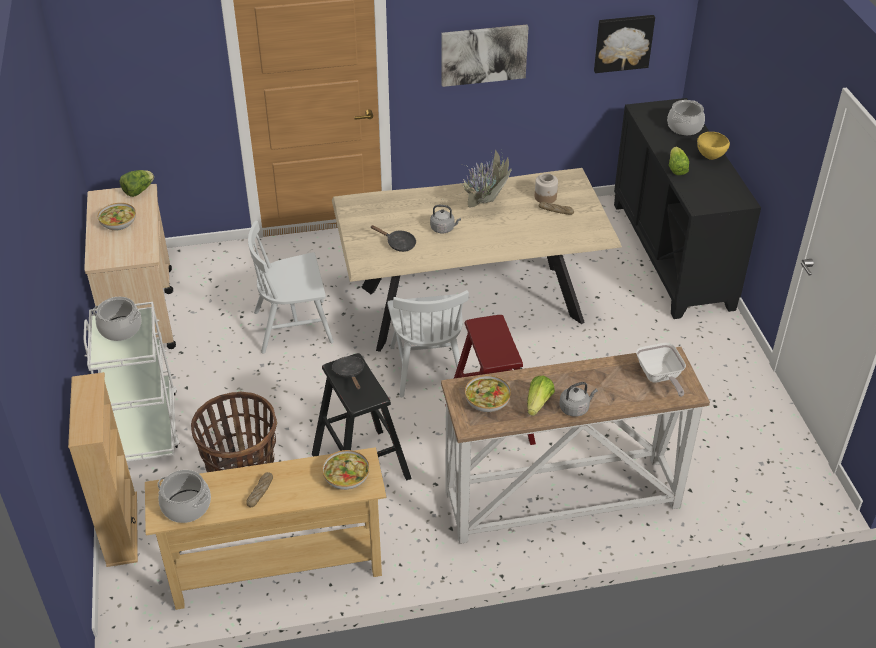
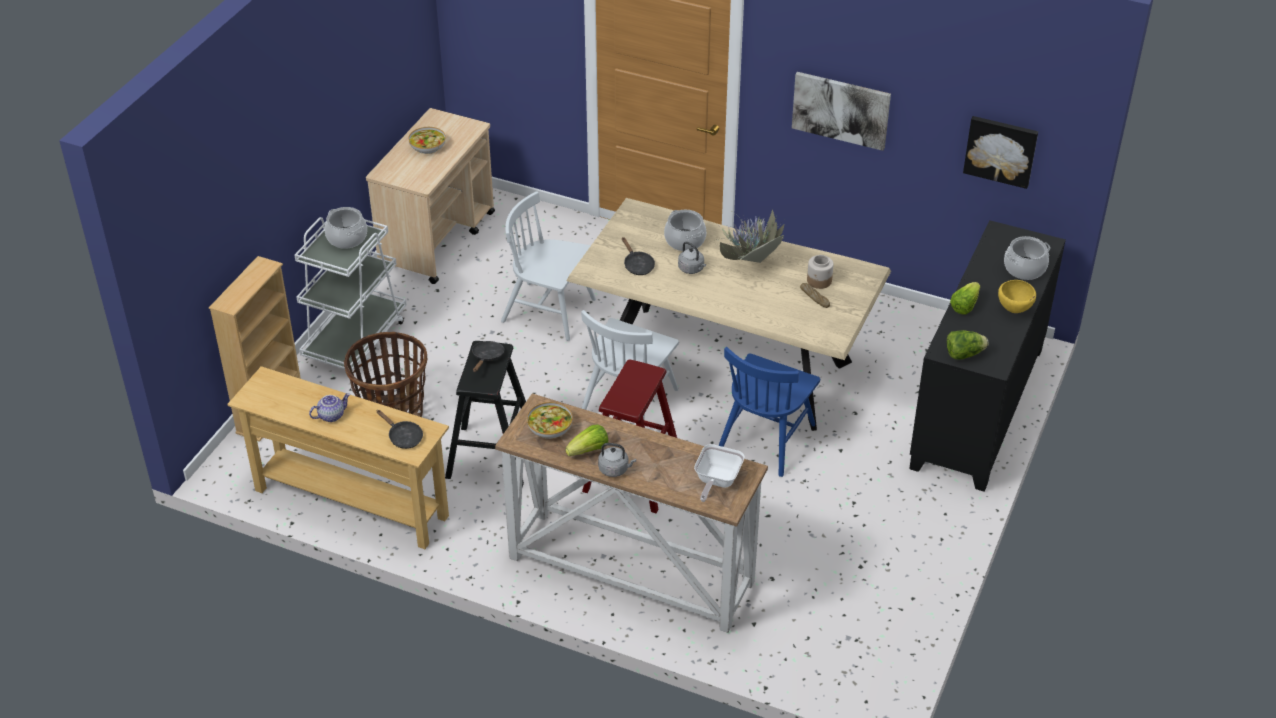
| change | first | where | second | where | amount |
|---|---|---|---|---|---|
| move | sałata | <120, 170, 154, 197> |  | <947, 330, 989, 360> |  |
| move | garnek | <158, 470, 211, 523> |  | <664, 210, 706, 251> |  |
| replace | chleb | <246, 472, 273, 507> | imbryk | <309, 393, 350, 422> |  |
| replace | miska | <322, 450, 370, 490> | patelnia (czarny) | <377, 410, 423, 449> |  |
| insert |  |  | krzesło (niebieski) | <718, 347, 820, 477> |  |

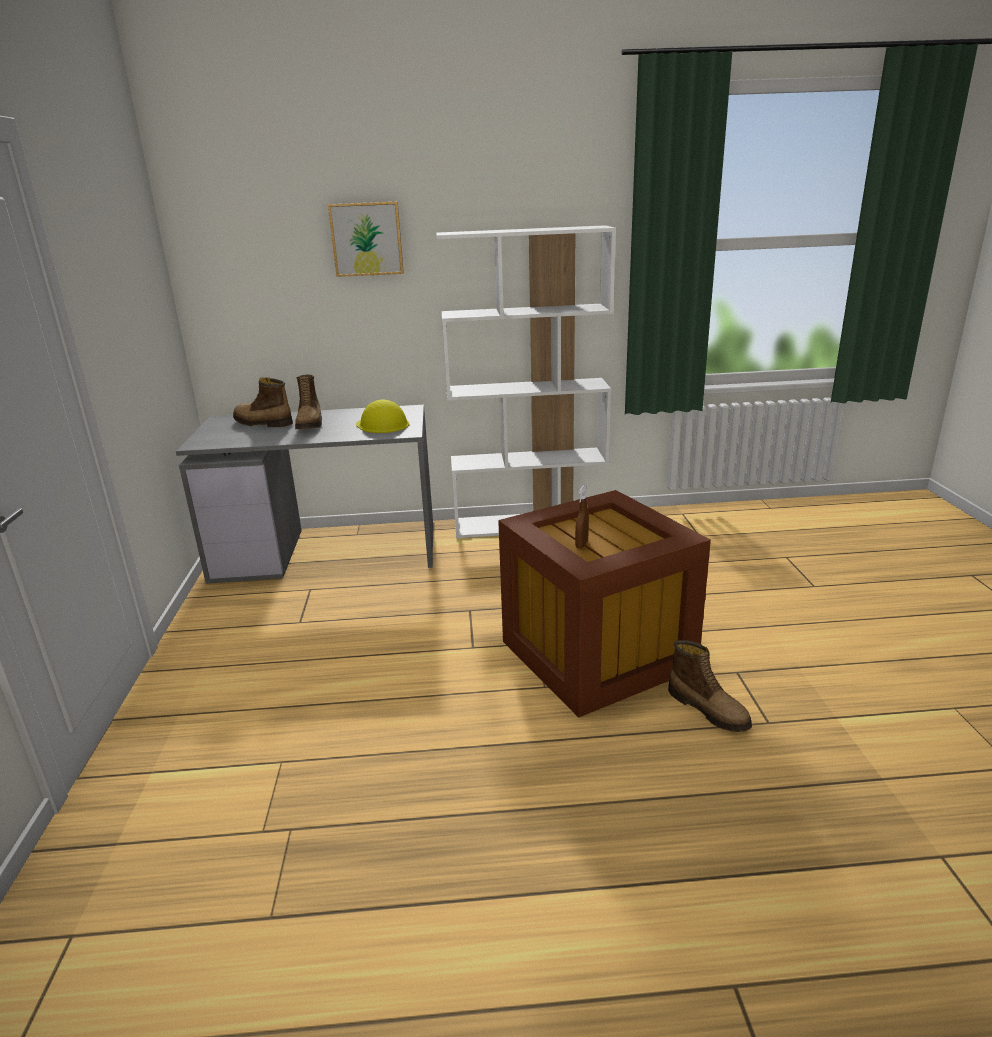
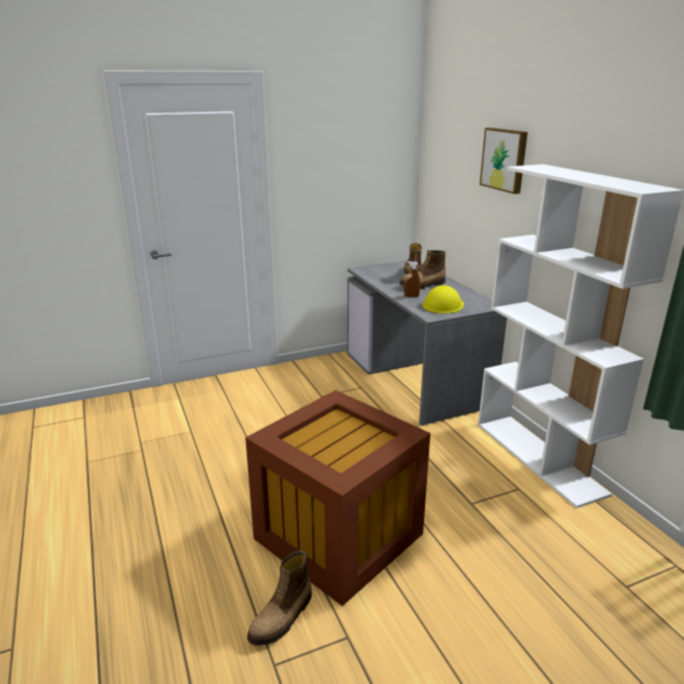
| change | first | where | second | where | amount |
|---|---|---|---|---|---|
| move | spryskiwacz (brązowy) | <575, 485, 589, 549> |  | <404, 261, 420, 297> |  |

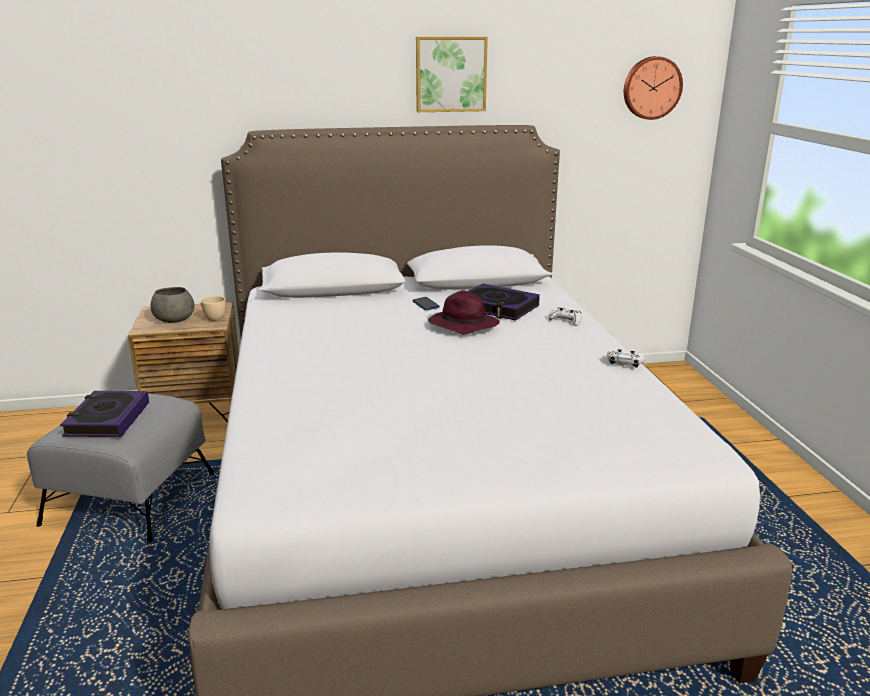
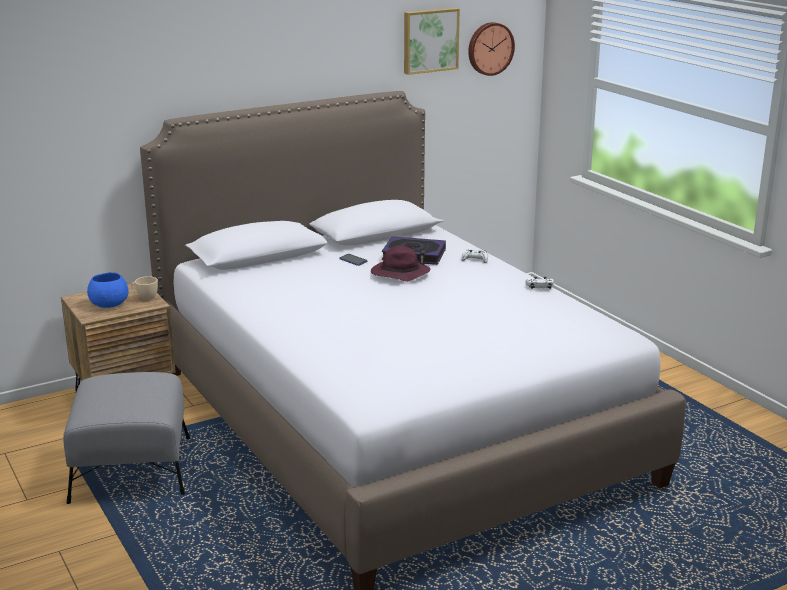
| change | first | where | second | where | amount |
|---|---|---|---|---|---|
| delete | książka | <60, 391, 149, 437> |  |  |  |
| recolor | miska (szary) | <150, 287, 195, 323> | miska (niebieski) | <87, 272, 129, 308> |  |
| move | obraz | <416, 37, 488, 112> |  | <404, 8, 460, 75> |  |

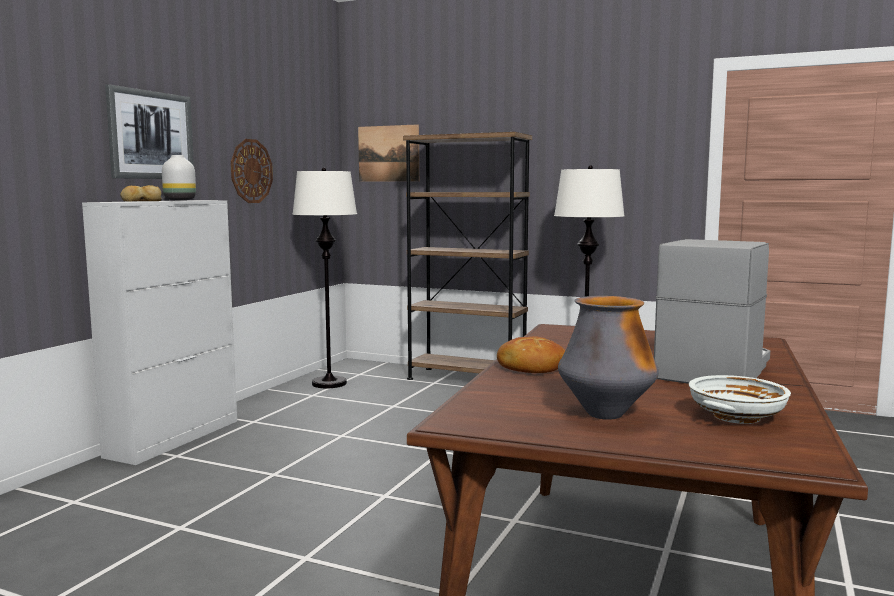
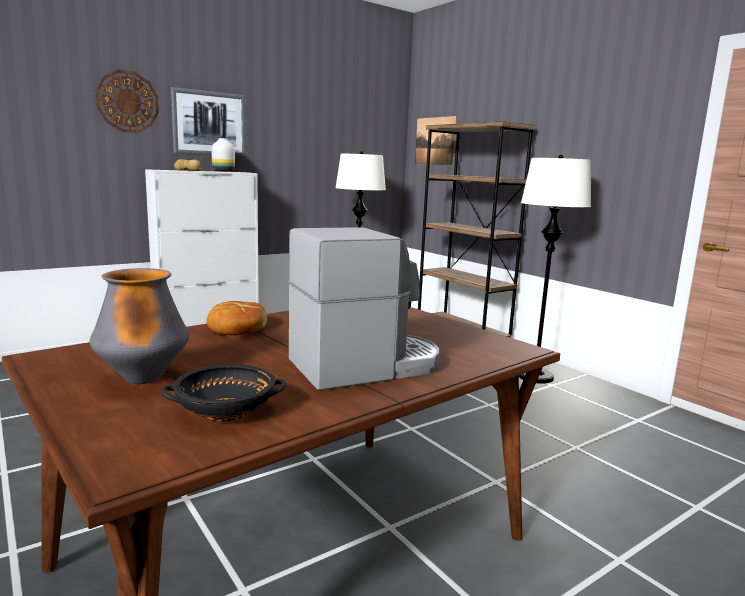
| change | first | where | second | where | amount |
|---|---|---|---|---|---|
| move | zegar ścienny | <231, 139, 273, 203> |  | <95, 70, 159, 133> |  |
| recolor | miska (biały) | <689, 375, 791, 424> | miska (czarny) | <161, 364, 286, 421> |  |

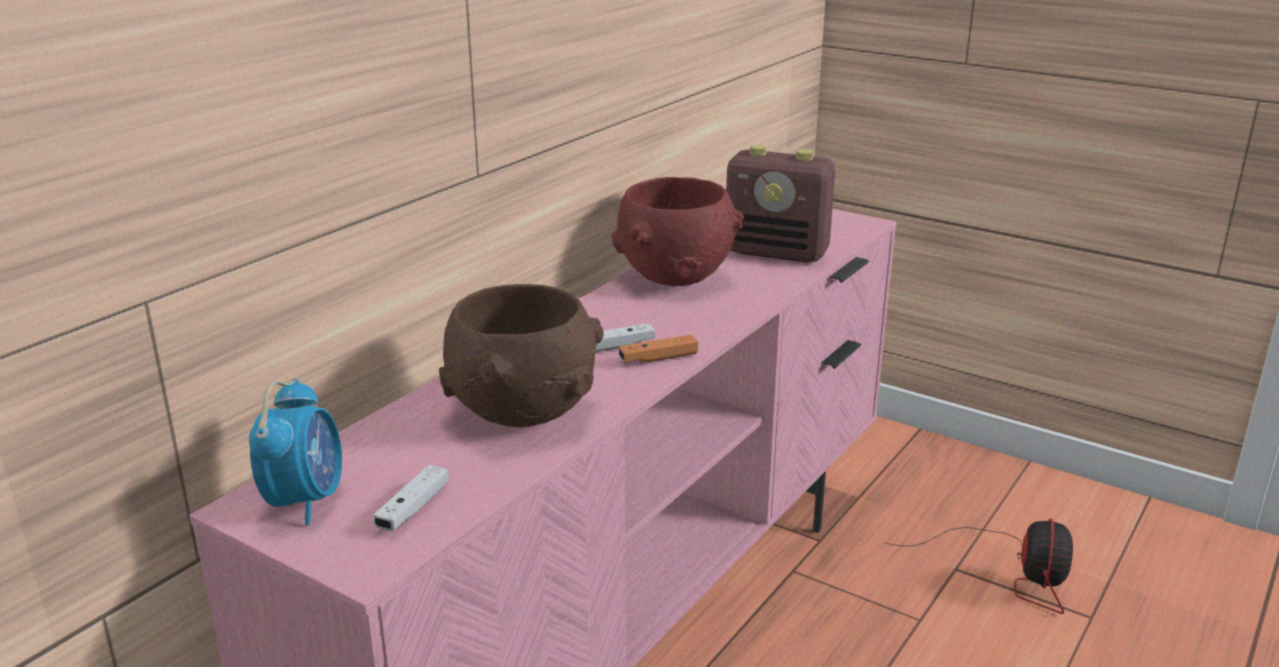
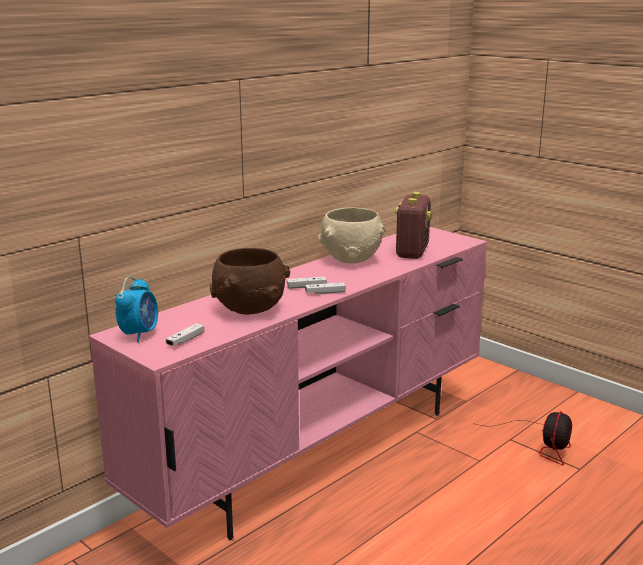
| change | first | where | second | where | amount |
|---|---|---|---|---|---|
| recolor | miska (czerwony) | <612, 177, 744, 286> | miska (beżowy) | <319, 207, 386, 263> |  |
| recolor | pad do gier (pomarańczowy) | <619, 334, 698, 363> | pad do gier (biały) | <305, 282, 346, 294> |  |
| rotate | radio | <726, 145, 835, 262> |  | <394, 192, 432, 259> | 105 degrees counterclockwise |

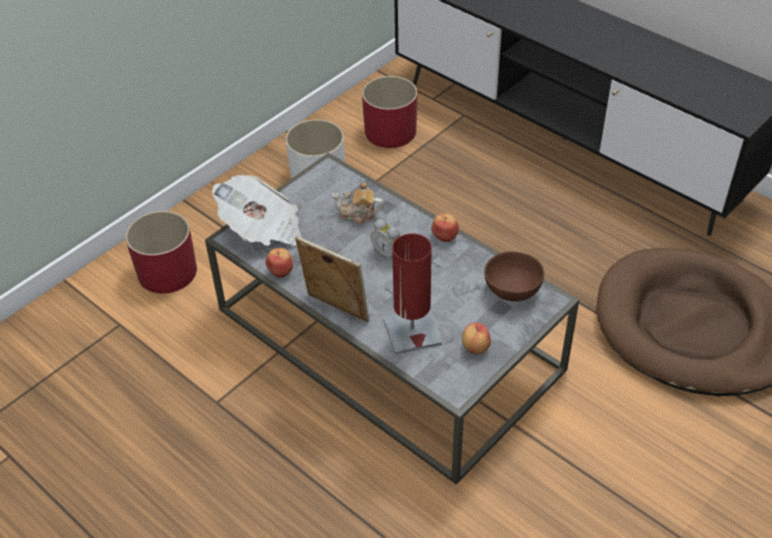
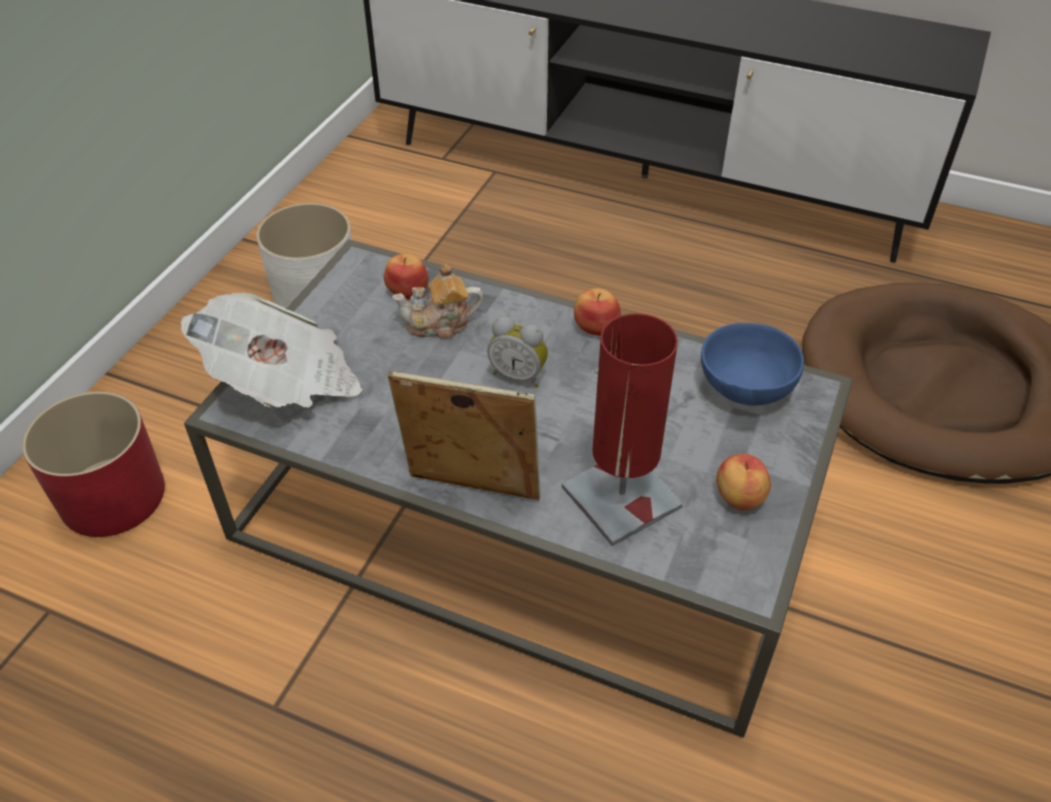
| change | first | where | second | where | amount |
|---|---|---|---|---|---|
| move | jabłko | <266, 248, 293, 278> |  | <384, 253, 429, 300> |  |
| delete | donica (czerwony) | <362, 76, 417, 148> |  |  |  |
| recolor | miska (brązowy) | <484, 251, 544, 301> | miska (niebieski) | <701, 323, 804, 406> |  |

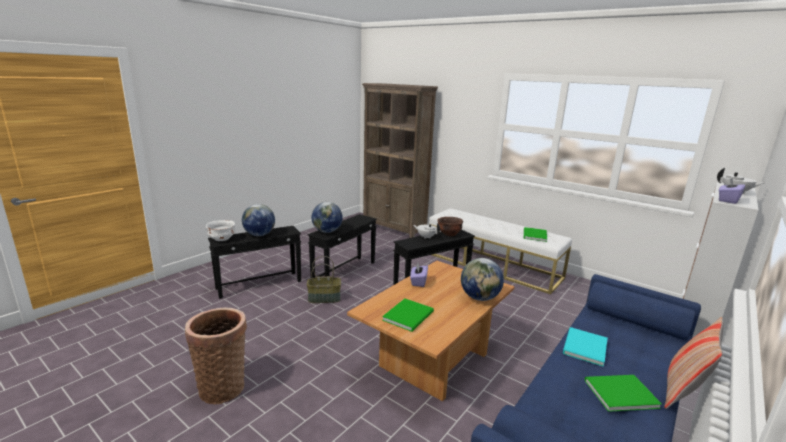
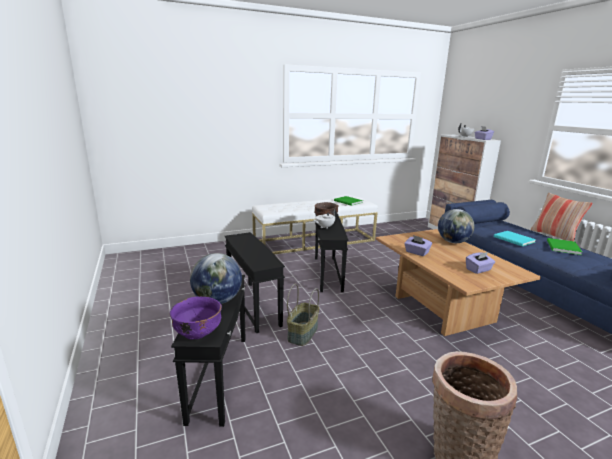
| change | first | where | second | where | amount |
|---|---|---|---|---|---|
| recolor | miska (biały) | <206, 220, 235, 241> | miska (fioletowy) | <170, 296, 222, 340> |  |
| delete | globus | <312, 202, 343, 233> |  |  |  |
| delete | regał (brązowy) | <362, 83, 438, 238> |  |  |  |
| replace | książka (zielony) | <382, 298, 434, 332> | pudełko chusteczek (fioletowy) | <466, 252, 495, 274> |  |

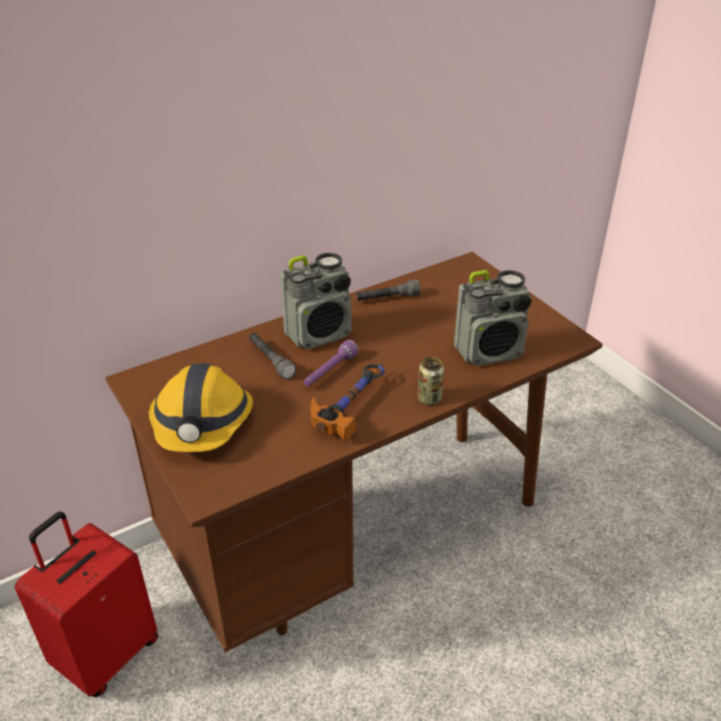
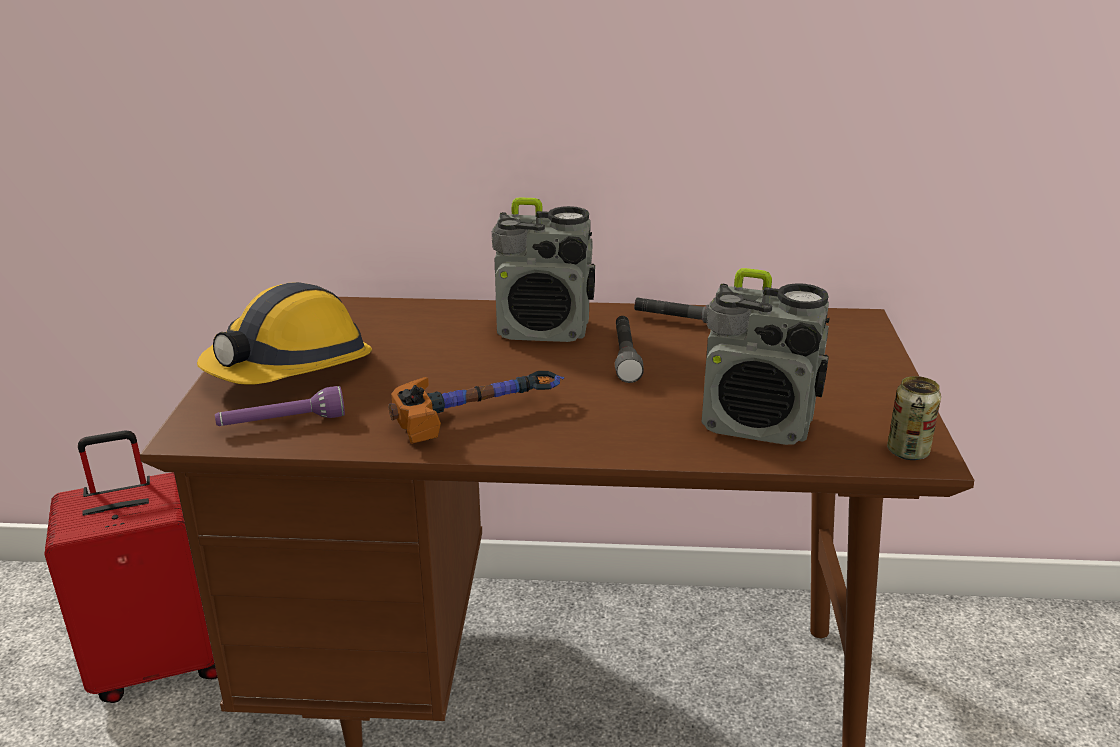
| change | first | where | second | where | amount |
|---|---|---|---|---|---|
| move | latarka (szary) | <249, 333, 297, 379> |  | <615, 316, 644, 383> |  |
| move | latarka (fioletowy) | <304, 340, 359, 386> |  | <215, 386, 345, 426> |  |
| move | puszka | <418, 357, 444, 405> |  | <887, 376, 941, 460> |  |

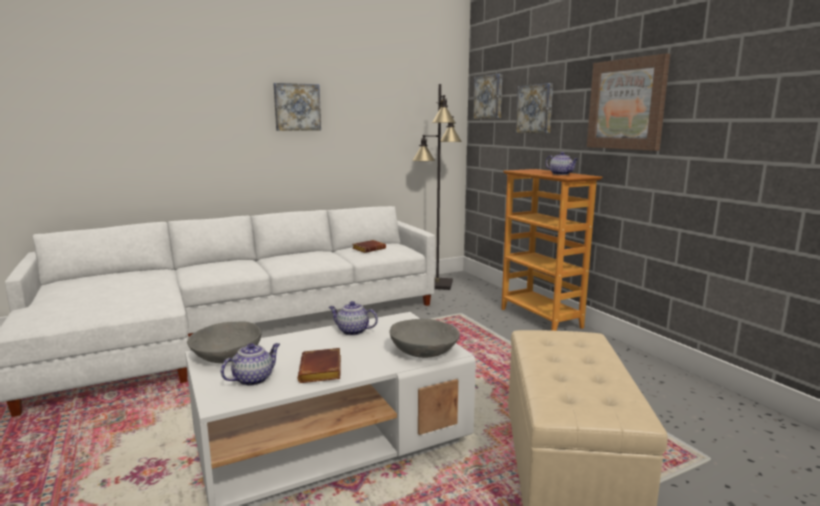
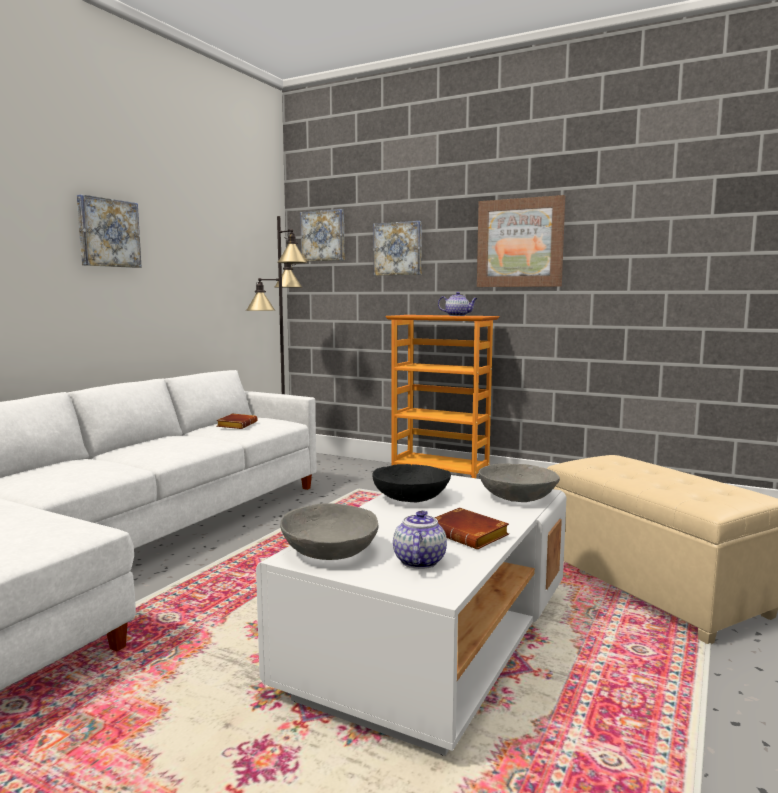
| change | first | where | second | where | amount |
|---|---|---|---|---|---|
| replace | imbryk | <329, 301, 378, 335> | miska (czarny) | <372, 464, 451, 502> |  |

